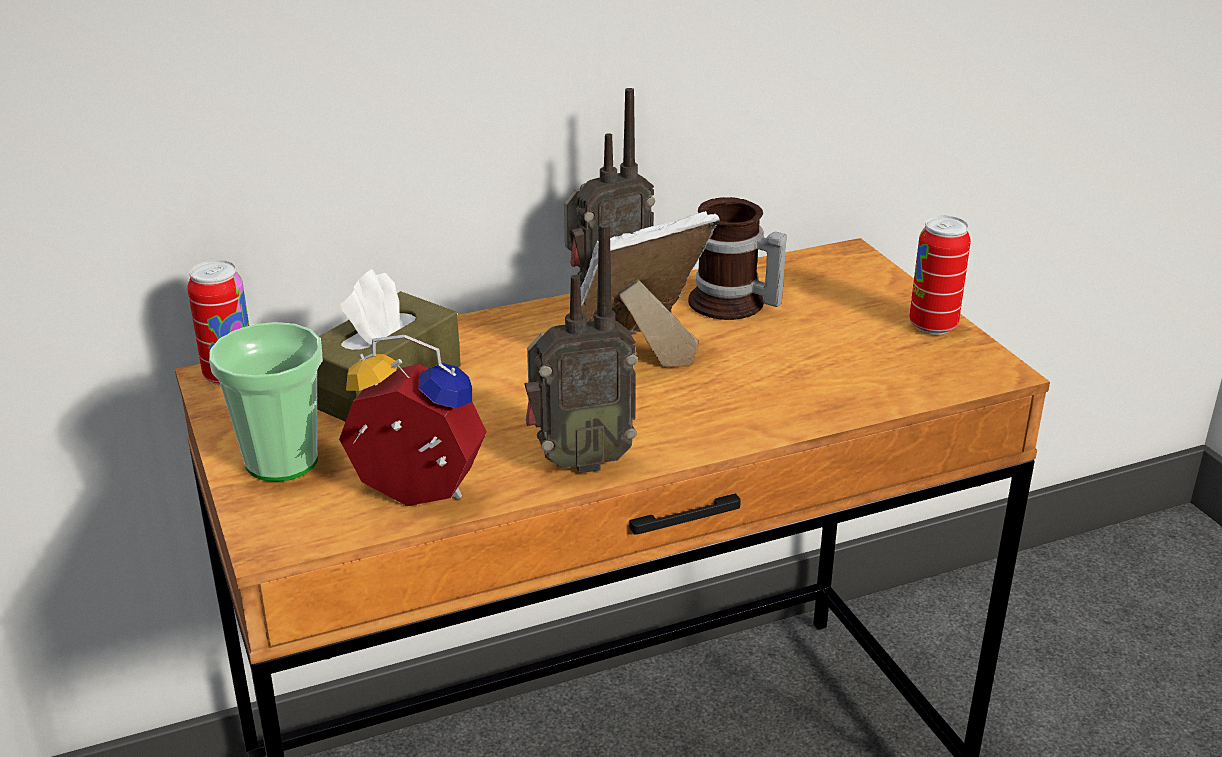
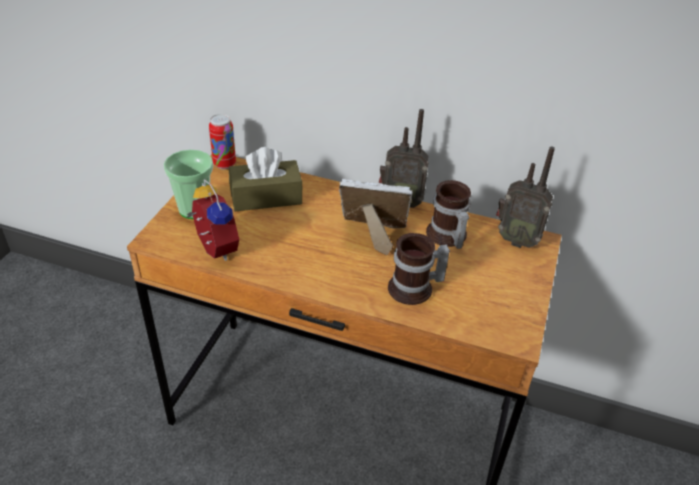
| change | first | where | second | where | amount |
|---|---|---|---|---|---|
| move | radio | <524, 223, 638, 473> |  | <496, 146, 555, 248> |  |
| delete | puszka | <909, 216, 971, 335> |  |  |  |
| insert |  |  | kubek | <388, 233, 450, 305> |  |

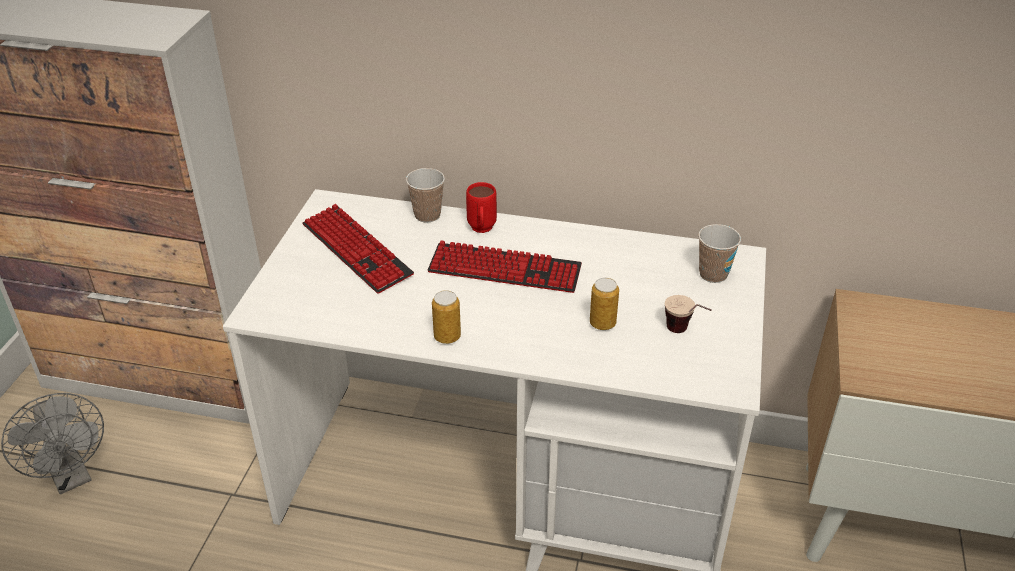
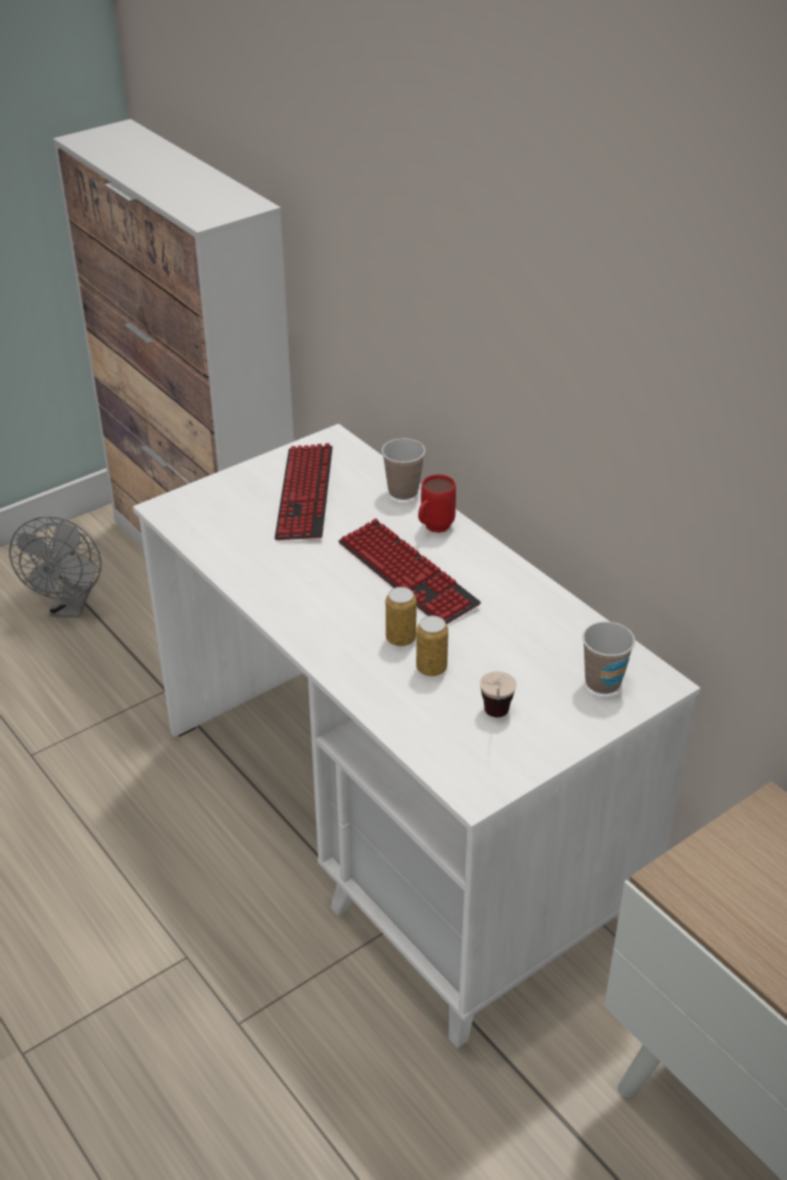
| change | first | where | second | where | amount |
|---|---|---|---|---|---|
| move | puszka | <432, 290, 461, 344> |  | <386, 587, 417, 646> |  |

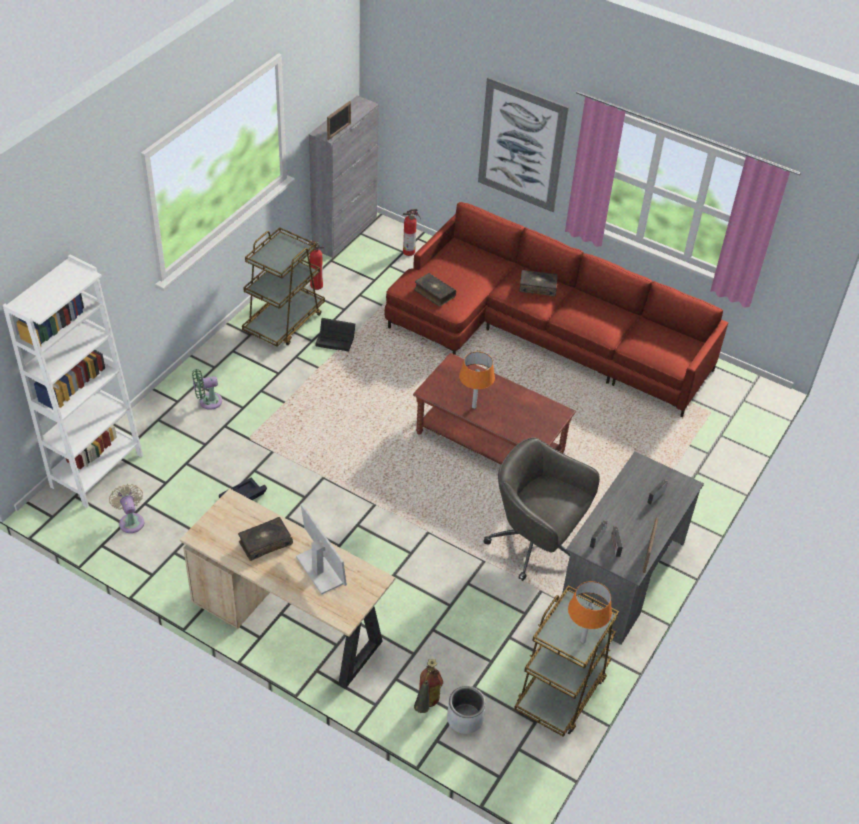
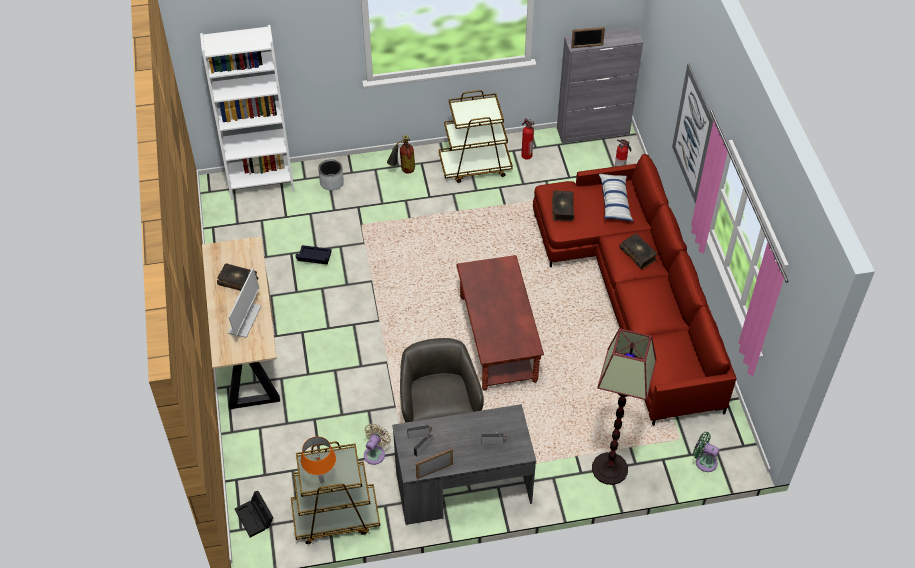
| change | first | where | second | where | amount |
|---|---|---|---|---|---|
| move | wentylator (beżowy) | <109, 484, 144, 533> |  | <364, 424, 391, 465> |  |
| move | wentylator (zielony) | <192, 369, 222, 410> |  | <693, 432, 720, 472> |  |
| move | pojemnik do przechowywania (czarny) | <315, 318, 355, 352> |  | <235, 491, 274, 538> |  |
| move | gaśnica | <414, 659, 443, 713> |  | <387, 135, 415, 174> |  |
| move | donica (szary) | <447, 686, 485, 734> |  | <318, 159, 344, 190> |  |
| delete | lampa stołowa (pomarańczowy) | <459, 352, 495, 409> |  |  |  |
| insert |  |  | lampa stojąca | <592, 328, 657, 485> |  |
| insert |  |  | poduszka | <598, 173, 633, 222> |  |

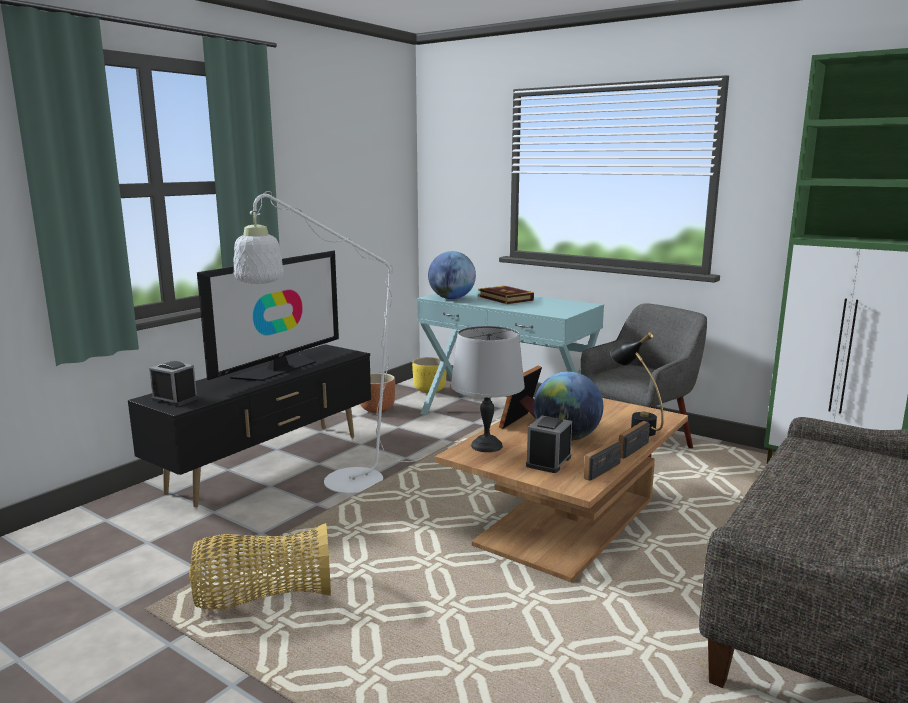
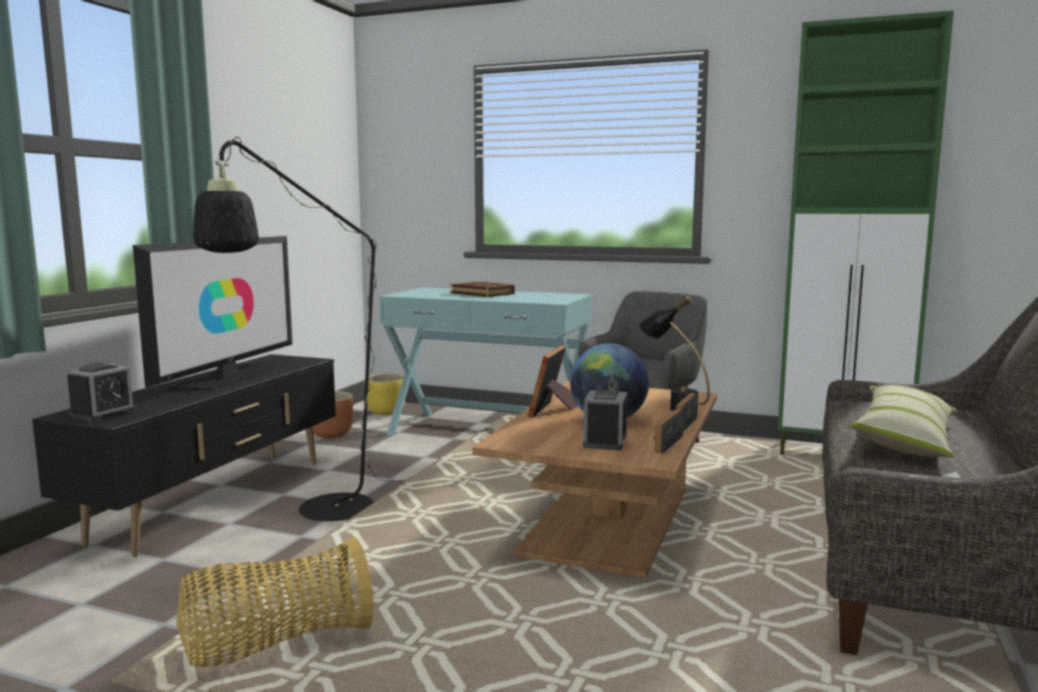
| change | first | where | second | where | amount |
|---|---|---|---|---|---|
| rotate | budzik | <149, 361, 199, 406> |  | <67, 363, 136, 422> | 105 degrees clockwise |
| recolor | lampa stojąca (biały) | <233, 191, 423, 493> | lampa stojąca (czarny) | <193, 137, 413, 521> |  |
| delete | globus | <428, 251, 476, 299> |  |  |  |
| delete | lampa stołowa (szary) | <451, 326, 525, 452> |  |  |  |
| insert |  |  | poduszka | <850, 385, 957, 457> |  |

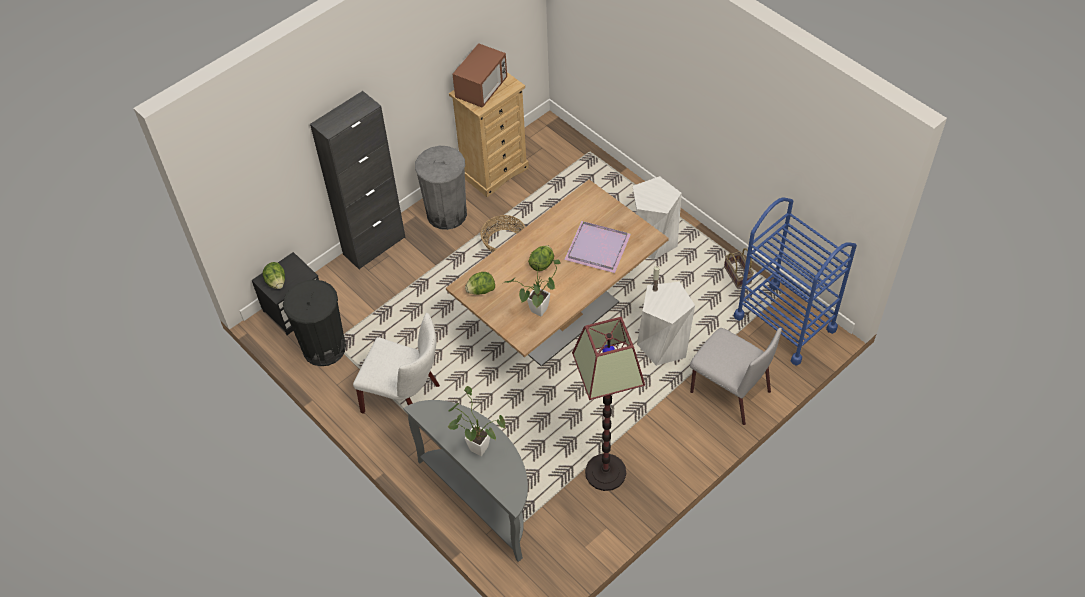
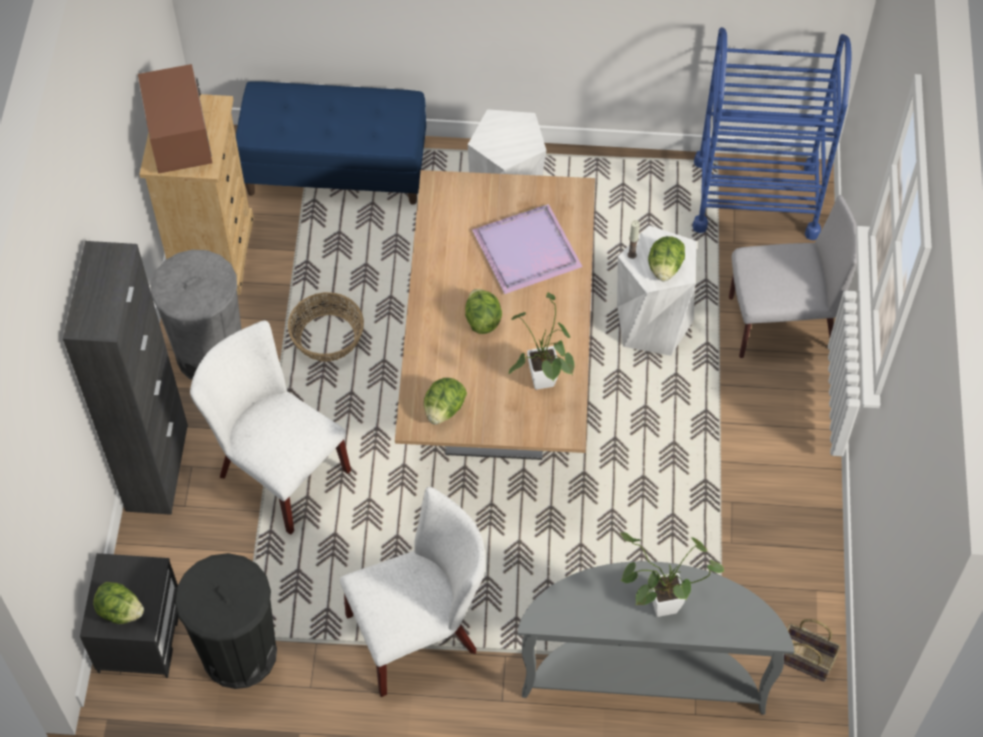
| change | first | where | second | where | amount |
|---|---|---|---|---|---|
| delete | lampa stojąca | <572, 317, 645, 491> |  |  |  |
| move | koszyk | <724, 248, 754, 288> |  | <784, 619, 841, 682> |  |
| insert |  |  | krzesło (biały) | <190, 320, 351, 535> |  |
| insert |  |  | ławka (niebieski) | <236, 81, 426, 205> |  |
| insert |  |  | sałata | <648, 236, 685, 282> |  |

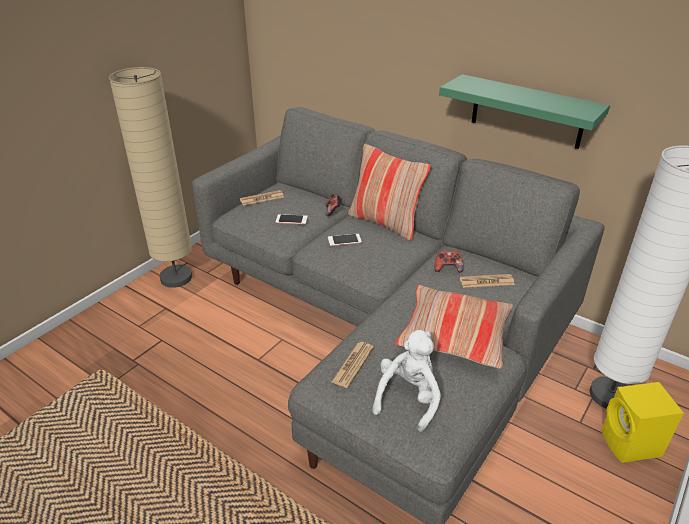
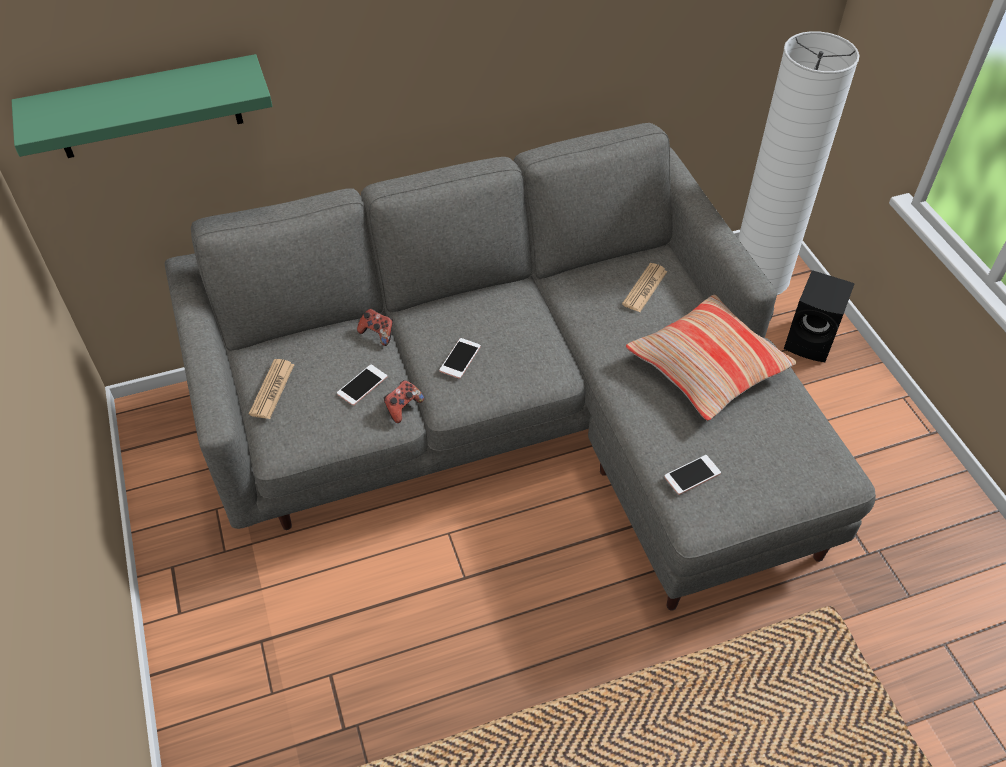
| change | first | where | second | where | amount |
|---|---|---|---|---|---|
| delete | lampa stojąca (beżowy) | <109, 67, 192, 288> |  |  |  |
| replace | gazeta | <332, 342, 374, 388> | telefon | <664, 455, 721, 495> |  |
| delete | poduszka | <348, 144, 431, 241> |  |  |  |
| delete | pluszak (biały) | <372, 330, 441, 432> |  |  |  |
| move | pad do gier | <435, 251, 463, 272> |  | <384, 380, 424, 423> |  |
| move | półka (zielony) | <439, 74, 610, 149> |  | <11, 54, 272, 158> |  |
| recolor | głośnik (żółty) | <601, 382, 684, 463> | głośnik (czarny) | <784, 270, 855, 362> |  |

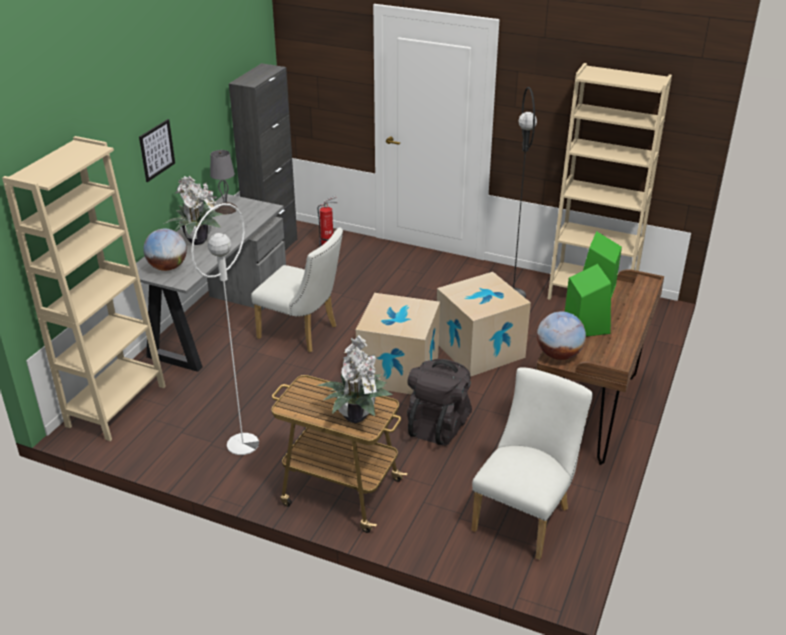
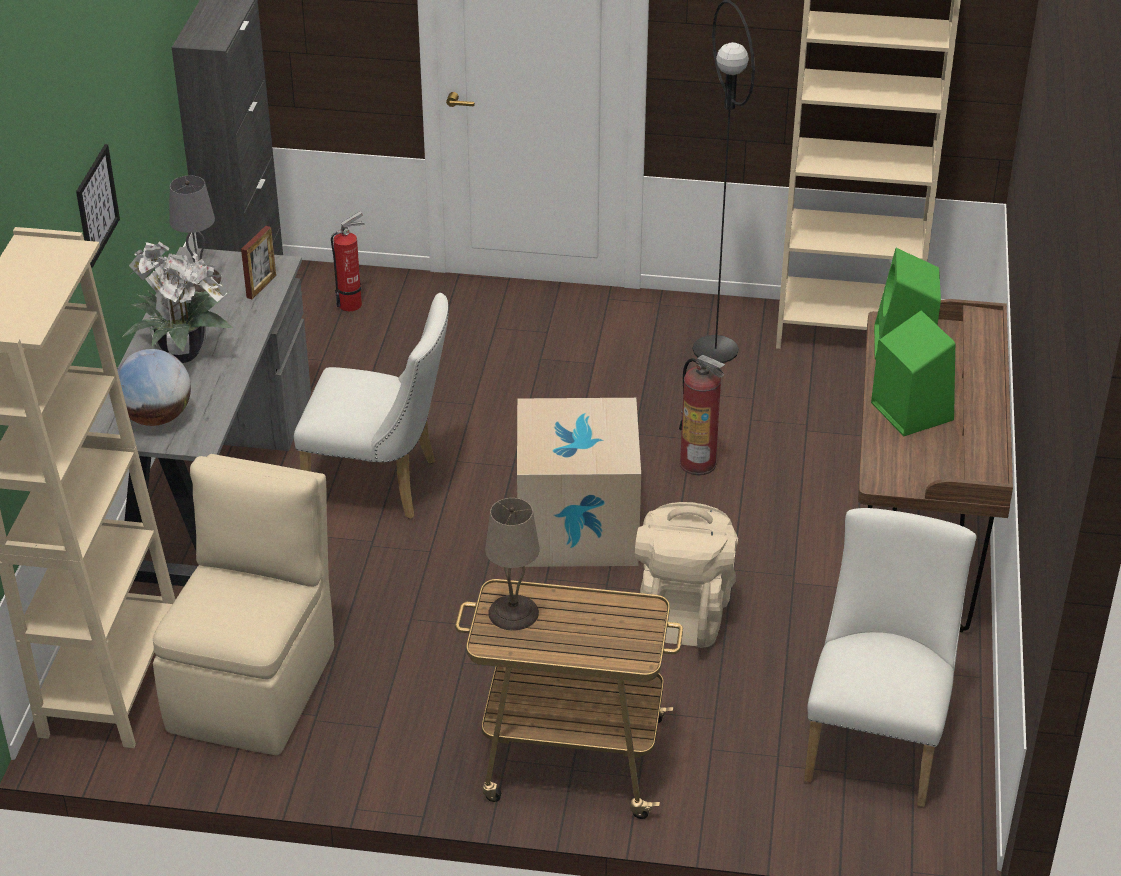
| change | first | where | second | where | amount |
|---|---|---|---|---|---|
| delete | lampa stojąca (biały) | <191, 203, 259, 455> |  |  |  |
| delete | roślina doniczkowa | <316, 335, 393, 423> |  |  |  |
| recolor | plecak (czarny) | <407, 359, 472, 446> | plecak (beżowy) | <635, 502, 738, 648> |  |
| replace | karton | <437, 272, 531, 376> | gaśnica | <679, 355, 725, 476> |  |
| delete | globus | <537, 311, 586, 360> |  |  |  |
| insert |  |  | krzesło (beżowy) | <153, 454, 334, 755> |  |
| insert |  |  | ramka na zdjęcie | <241, 226, 276, 299> |  |
| insert |  |  | lampa stołowa (beżowy) | <485, 498, 540, 630> |  |

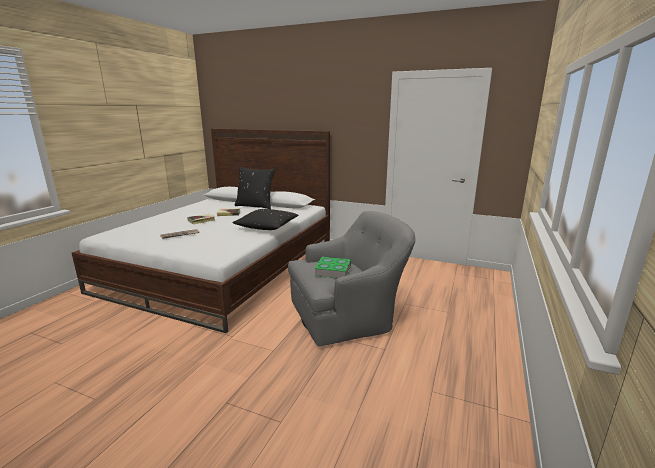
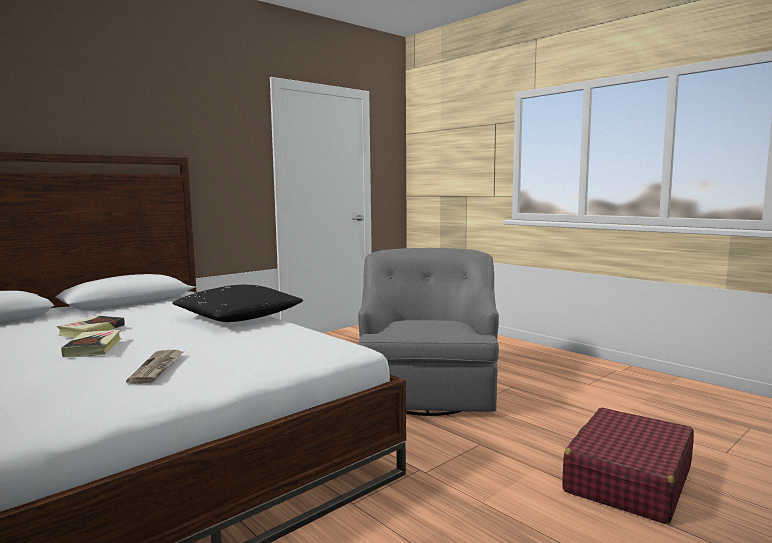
| change | first | where | second | where | amount |
|---|---|---|---|---|---|
| delete | poduszka (czarny) | <235, 167, 275, 209> |  |  |  |
| delete | książka | <314, 257, 351, 278> |  |  |  |
| insert |  |  | walizka (czerwony) | <562, 408, 694, 524> |  |

